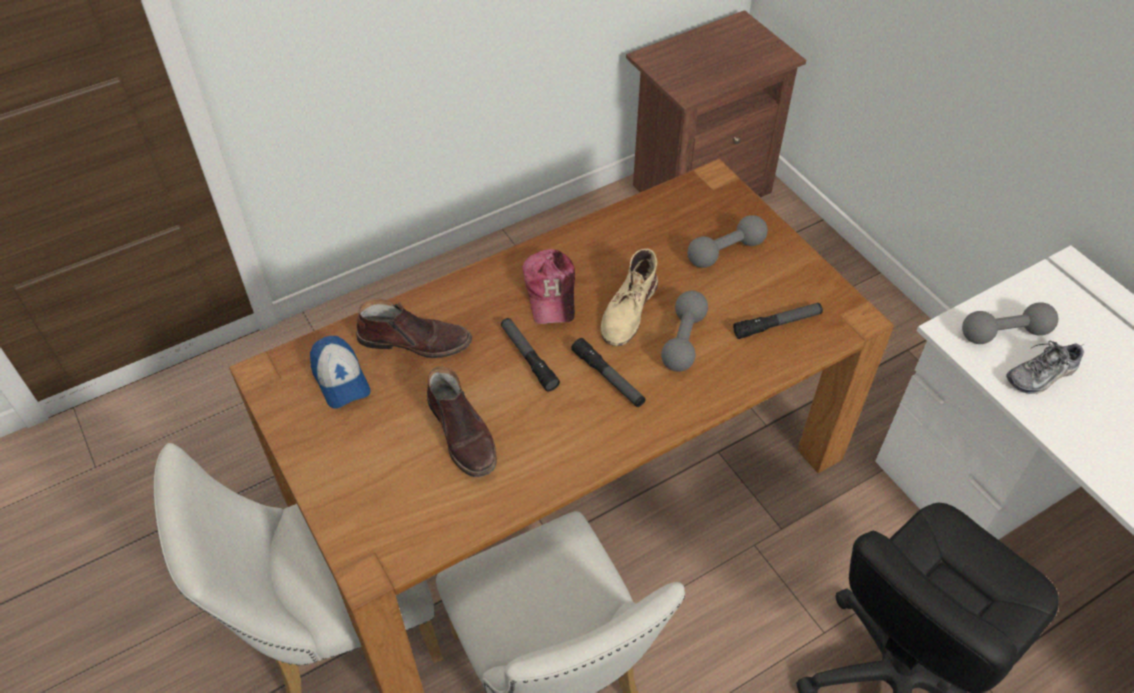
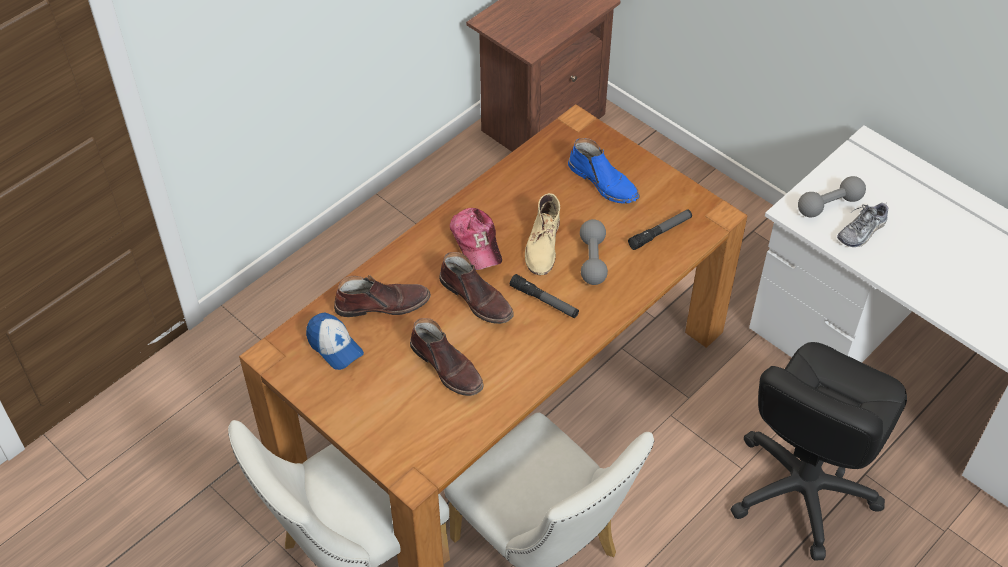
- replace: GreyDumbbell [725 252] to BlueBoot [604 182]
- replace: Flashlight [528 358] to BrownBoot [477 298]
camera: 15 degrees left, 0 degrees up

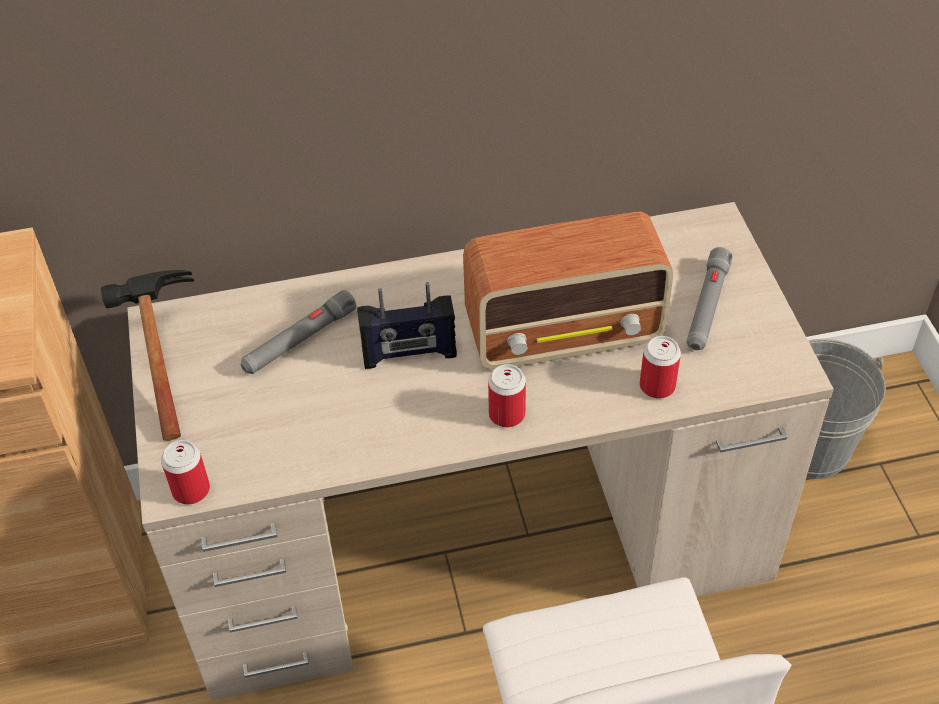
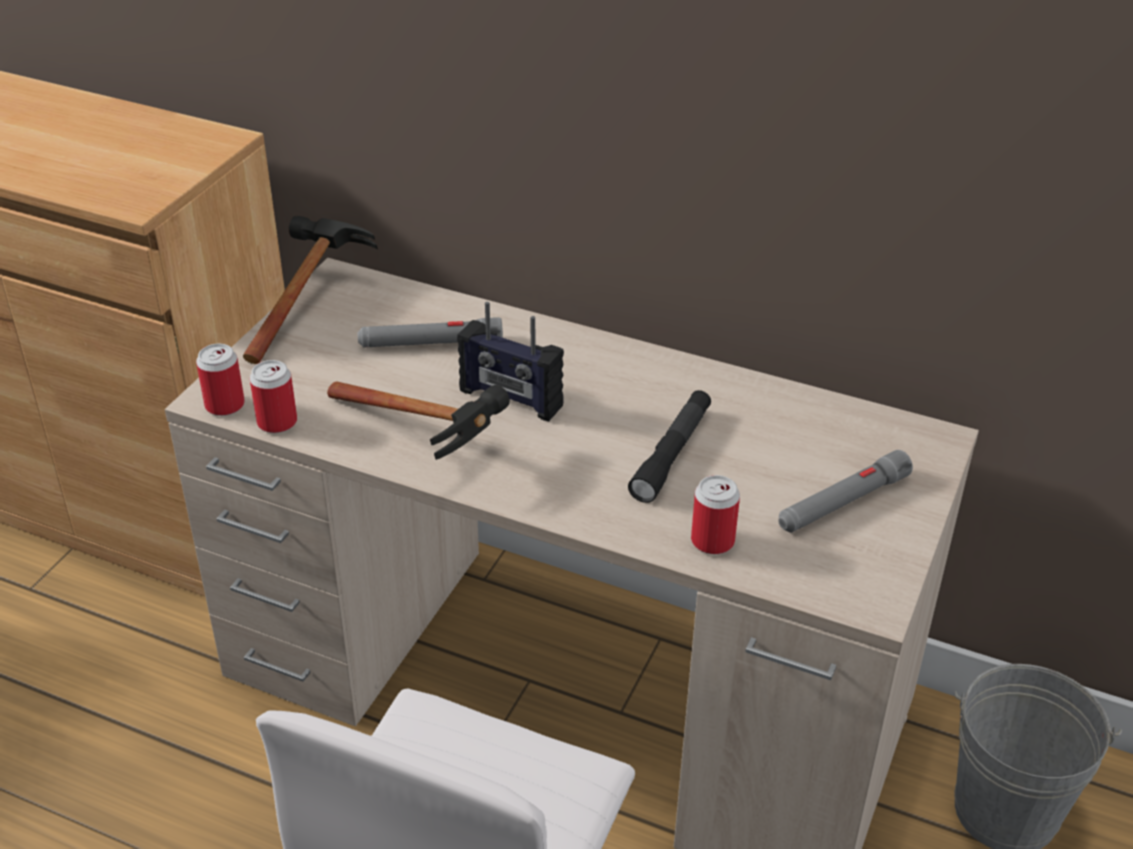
- replace: Radio [566 334] to BlackFlashlight [672 454]
- move: Can [507 414] to [277 422]
- insert: Hammer [429 442]
camera: 35 degrees right, 10 degrees down

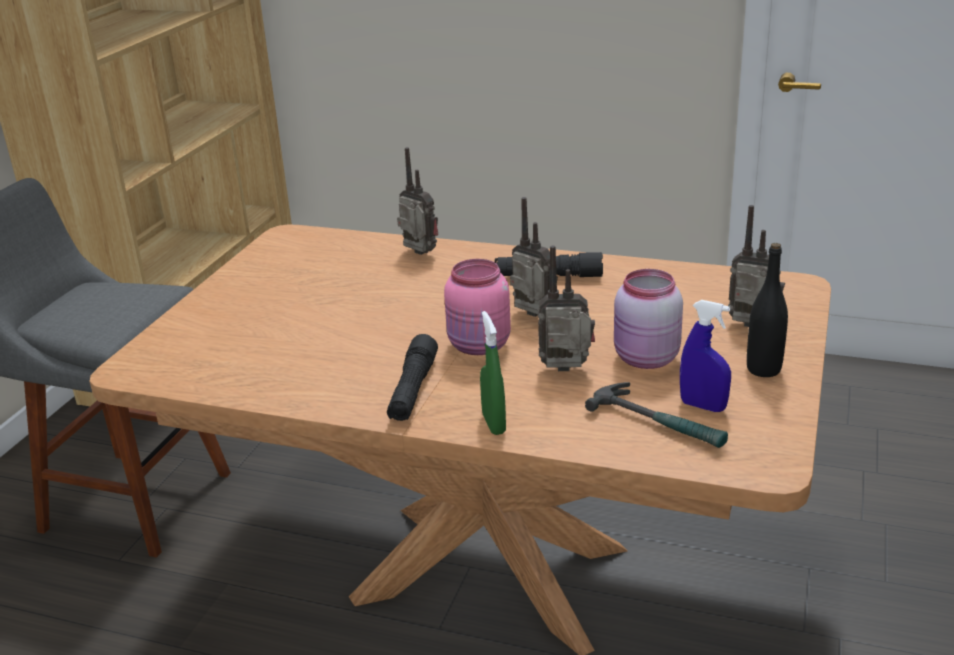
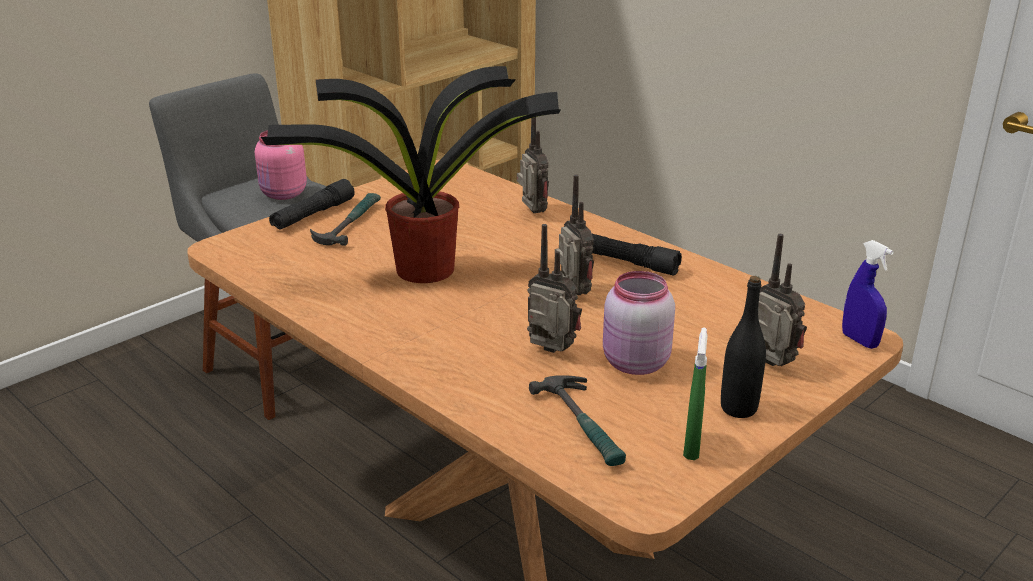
- move: PinkJar [479 346] to [283 194]
- move: BlueSprayBottle [703 406] to [859 341]
- move: GreenSprayBottle [494 424] to [692 447]
- move: BlackFlashlight [413 390] to [313 215]
- insert: PottedPlant [421 269]
- insert: Hammer [349 224]
camera: 25 degrees right, 0 degrees up

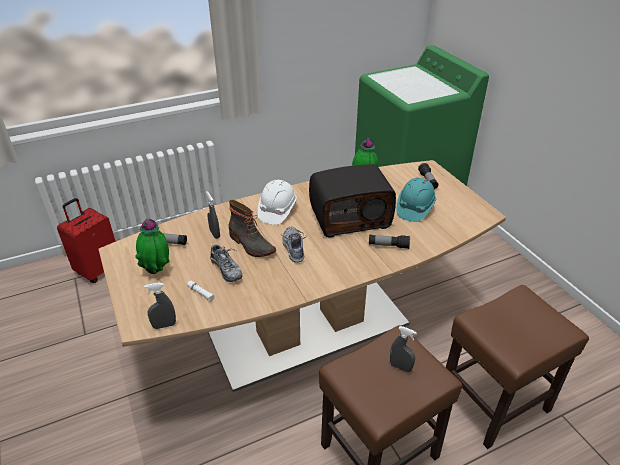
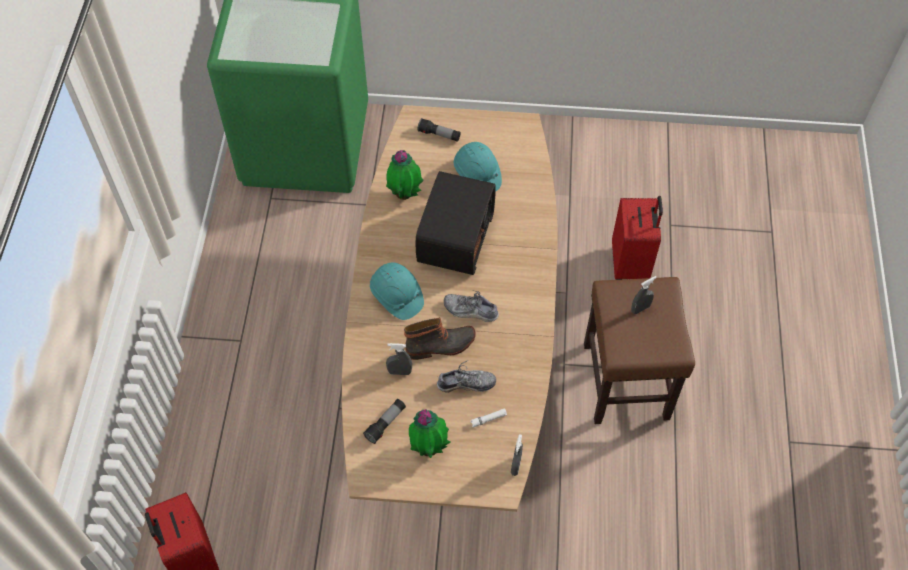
- recolor: WhiteHardHat [277 210] to TurquoiseHardHat [396 296]
- delete: Flashlight [388 245]
- replace: BrownStool [493 403] to RedSuitcase [631 265]
camera: 60 degrees left, 20 degrees up

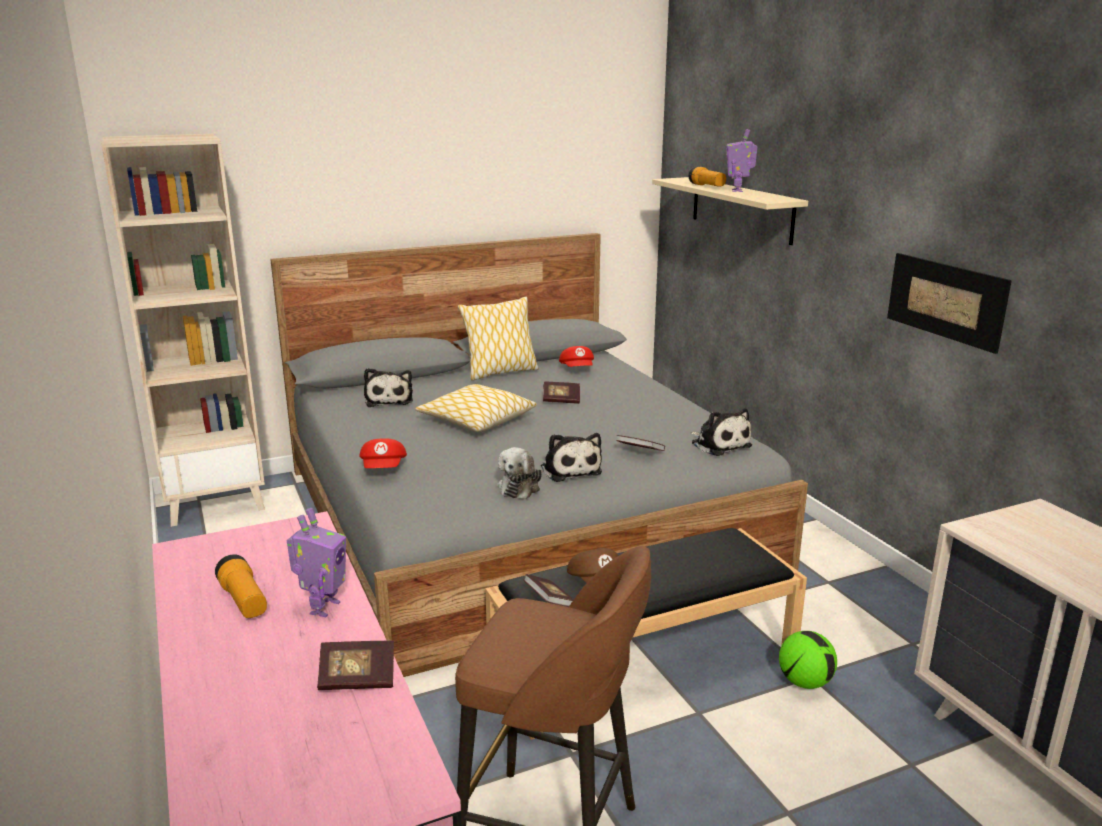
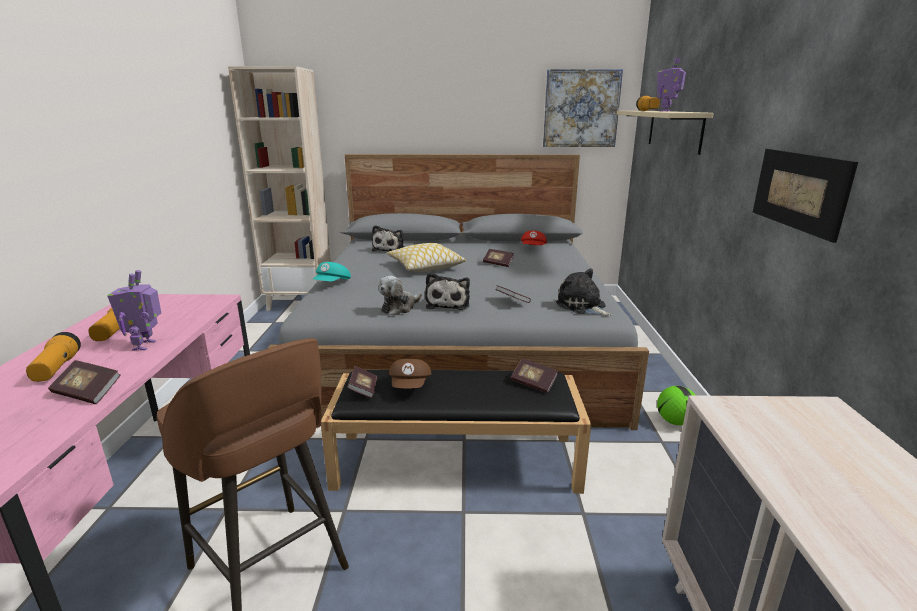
- delete: Pillow [500 372]
- rotate: PlushToy [719 444] = [582 306] 150 degrees clockwise
- recolor: RedCap [384 469] to TurquoiseCap [332 284]
- rotate: ToyRobot [323 607] = [145 345] 135 degrees clockwise
- move: Football [805 682] to [675 422]
- insert: Picture [581 108]
- insert: Flashlight [57 368]
- insert: Book [533 383]
camera: 25 degrees right, 0 degrees up

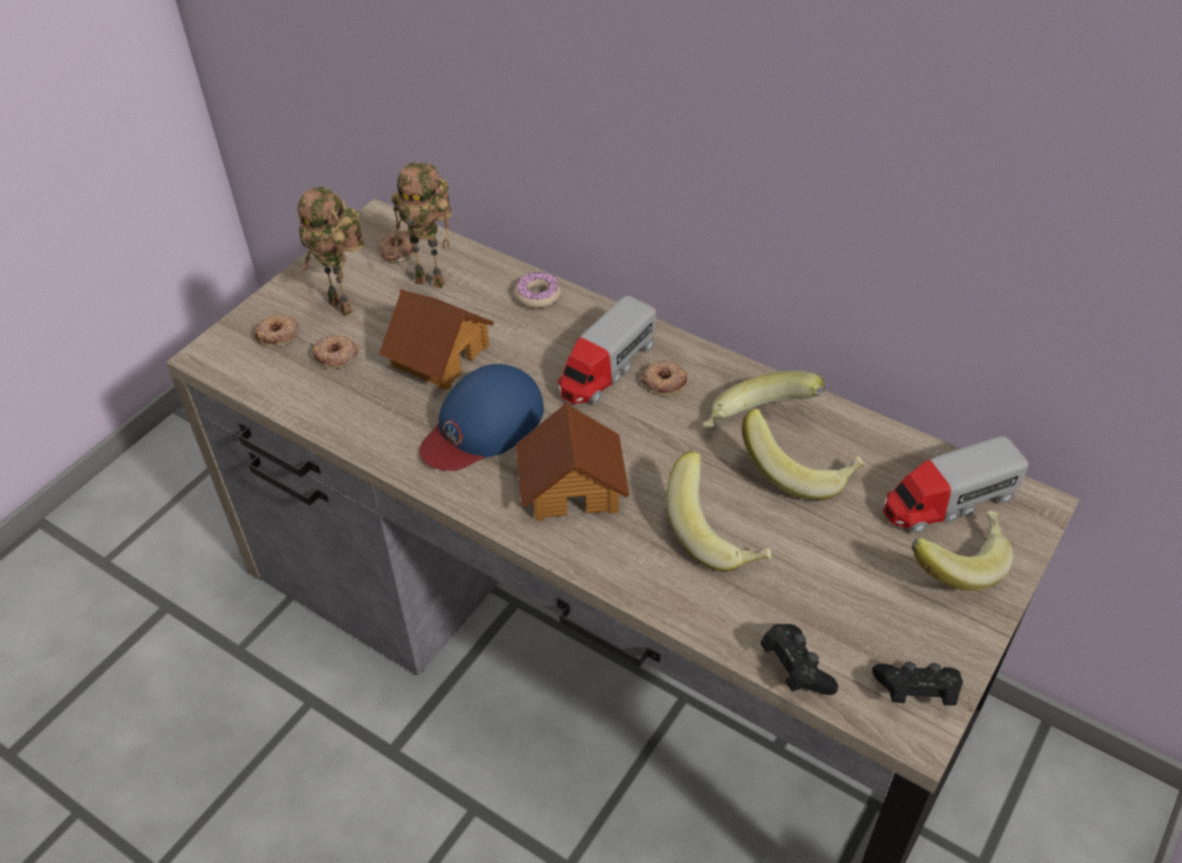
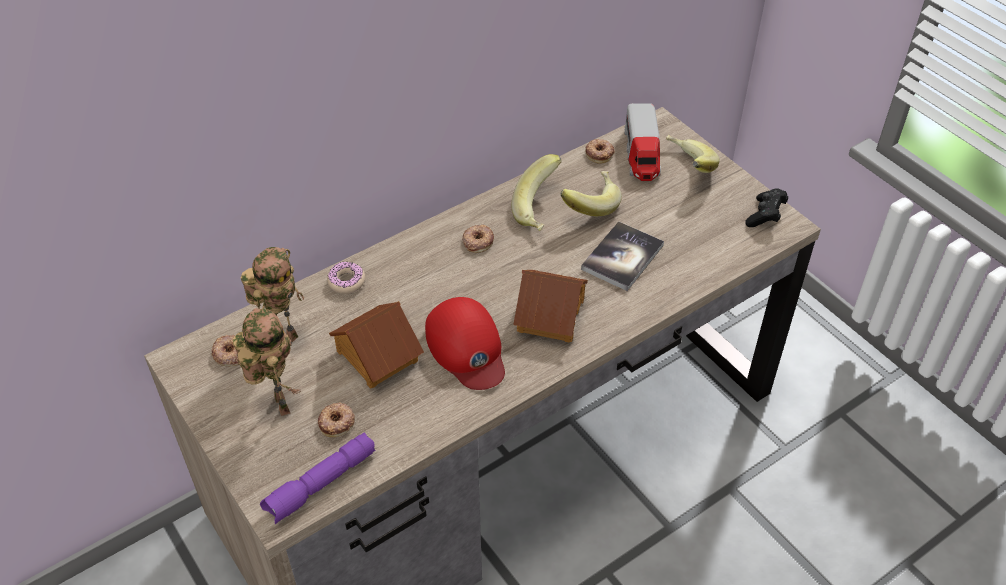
- rotate: ToyRobot [345 306] = [278 404] 90 degrees counterclockwise
- delete: ToyTruck [606 368]
- move: Donut [278 335] to [599 153]
- recolor: BlueCap [483 425] to RedCap [467 348]
- replace: Banana [718 533] to Book [622 257]
- delete: BlackGameController [795 668]
- insert: PurpleFlashlight [321 485]
camera: 70 degrees left, 0 degrees up

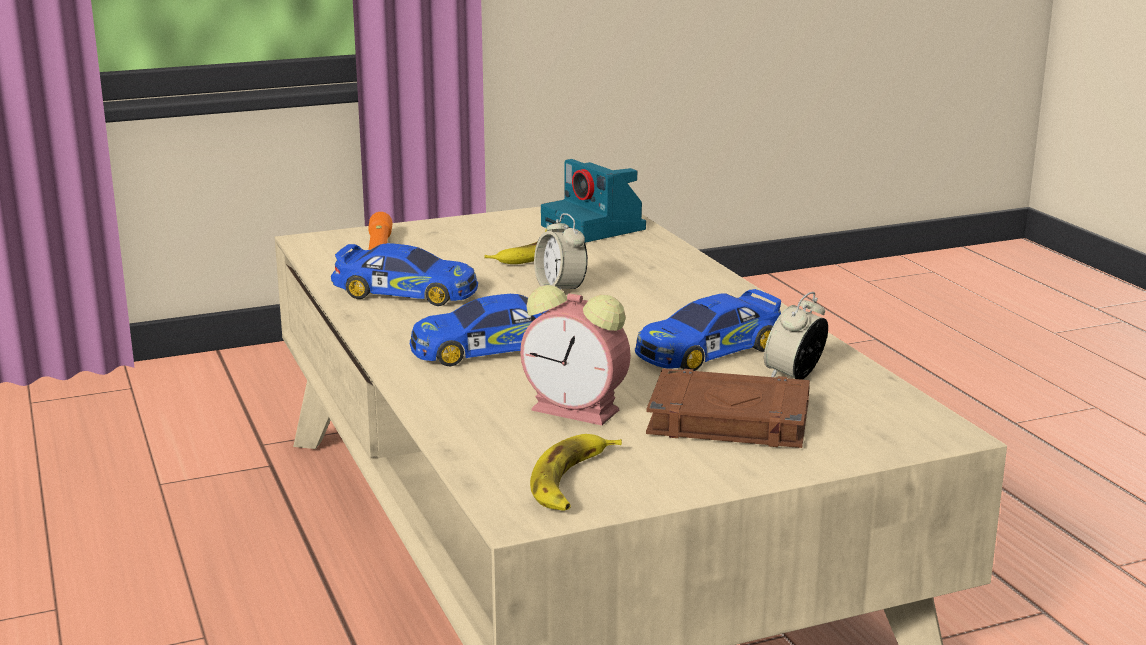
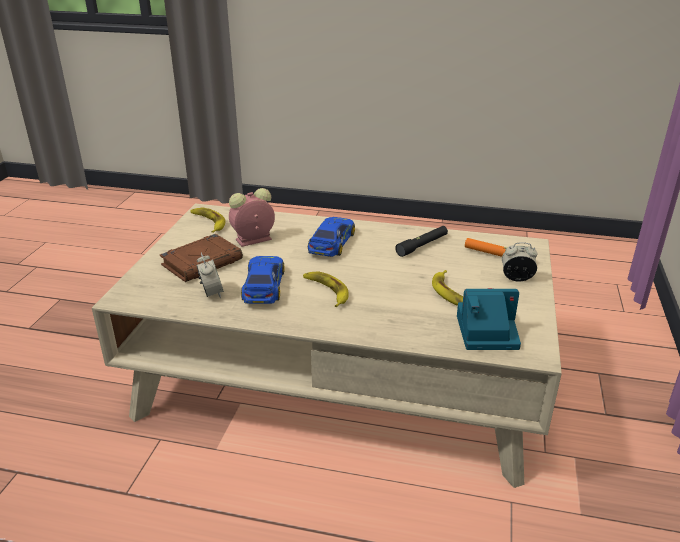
- move: AlarmClock [560 289] to [516 278]
- replace: ToyCar [406 292] to BlackFlashlight [422 245]
- insert: Banana [326 291]
camera: 125 degrees right, 10 degrees up

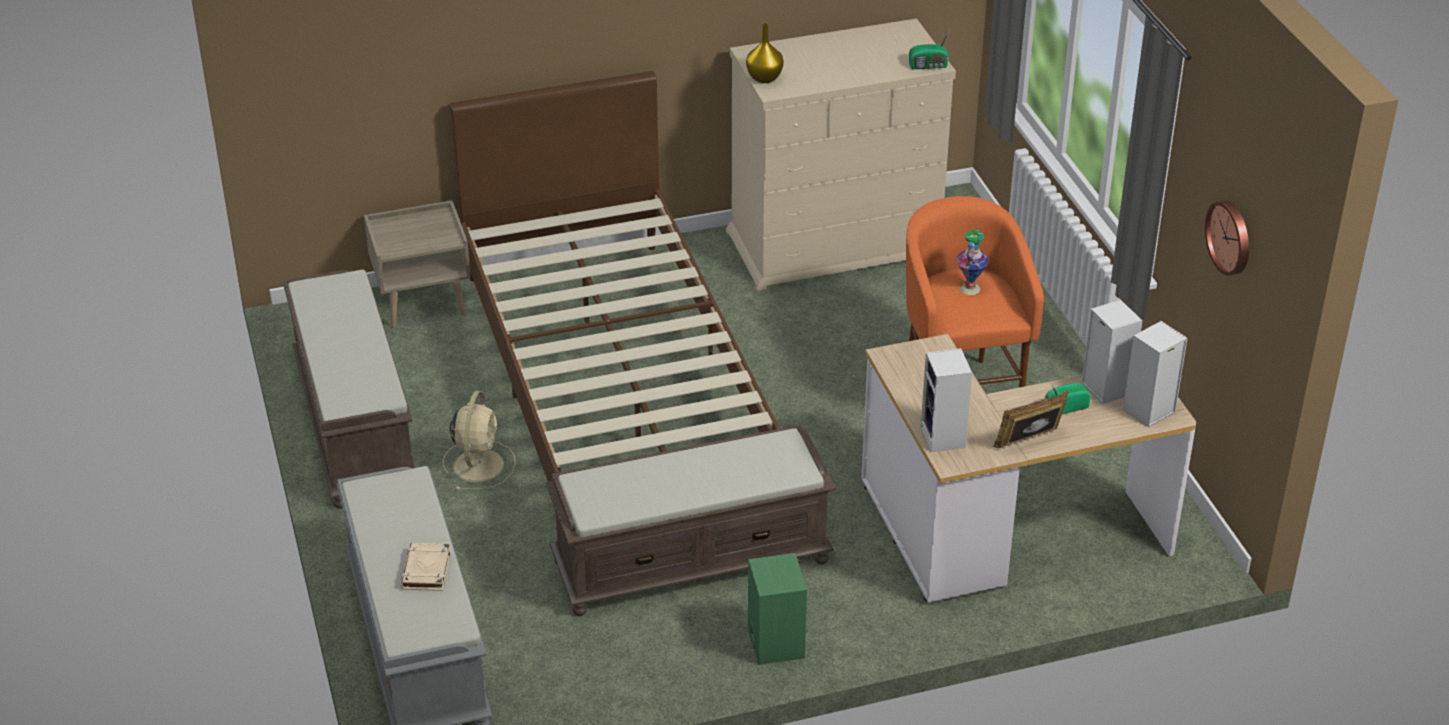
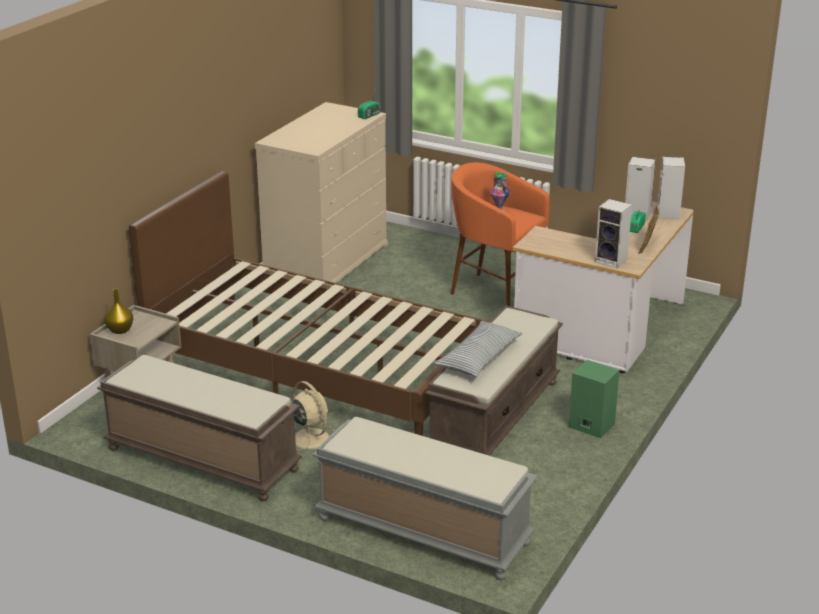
- move: YellowVase [765 77] to [120 330]
- delete: WallClock [1231 237]
- delete: BeigeBook [426 571]
- insert: Pillow [478 358]
camera: 45 degrees left, 10 degrees down

